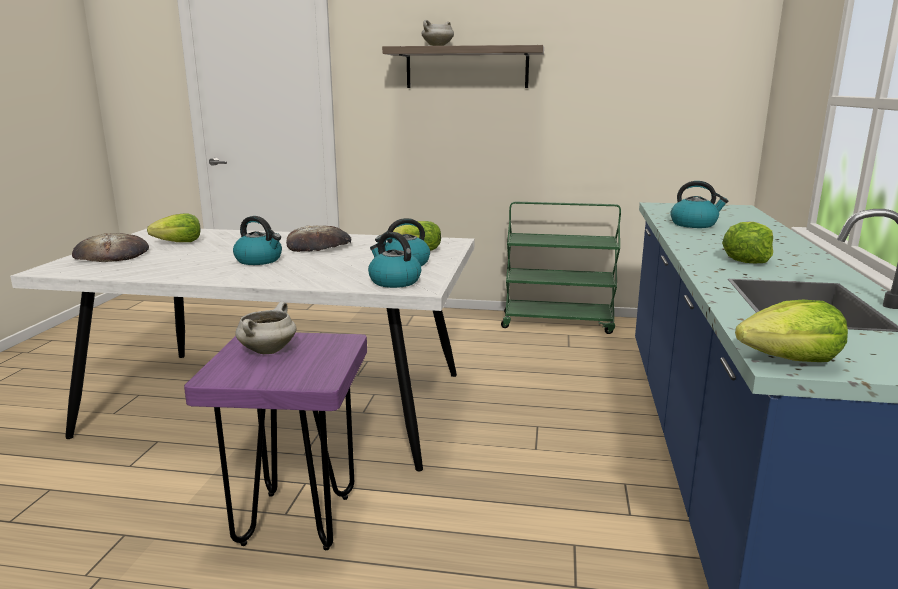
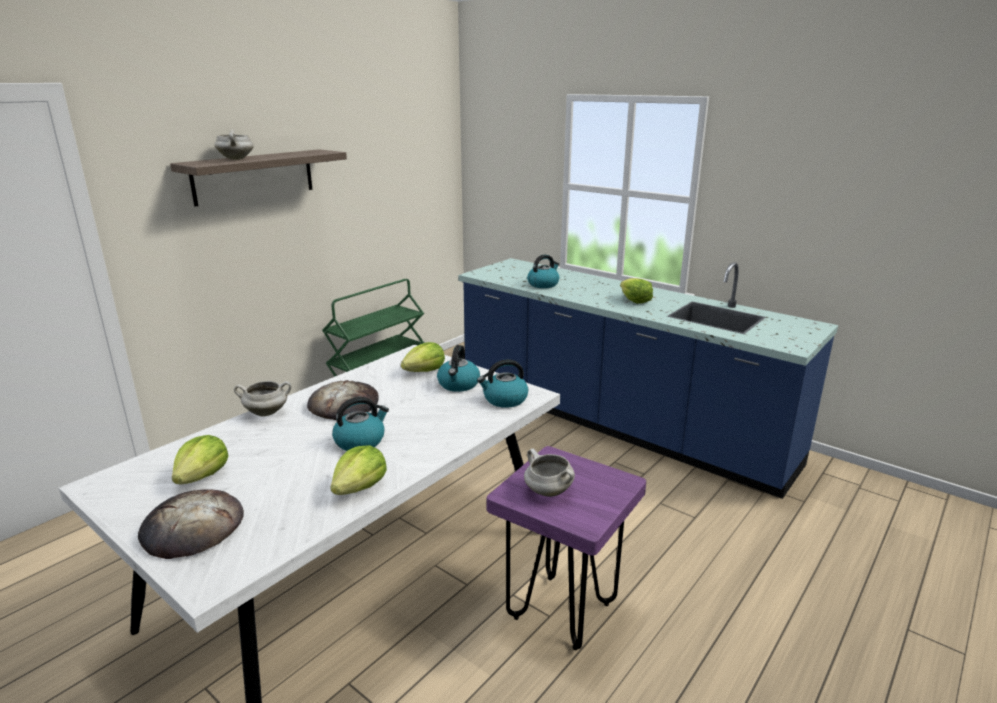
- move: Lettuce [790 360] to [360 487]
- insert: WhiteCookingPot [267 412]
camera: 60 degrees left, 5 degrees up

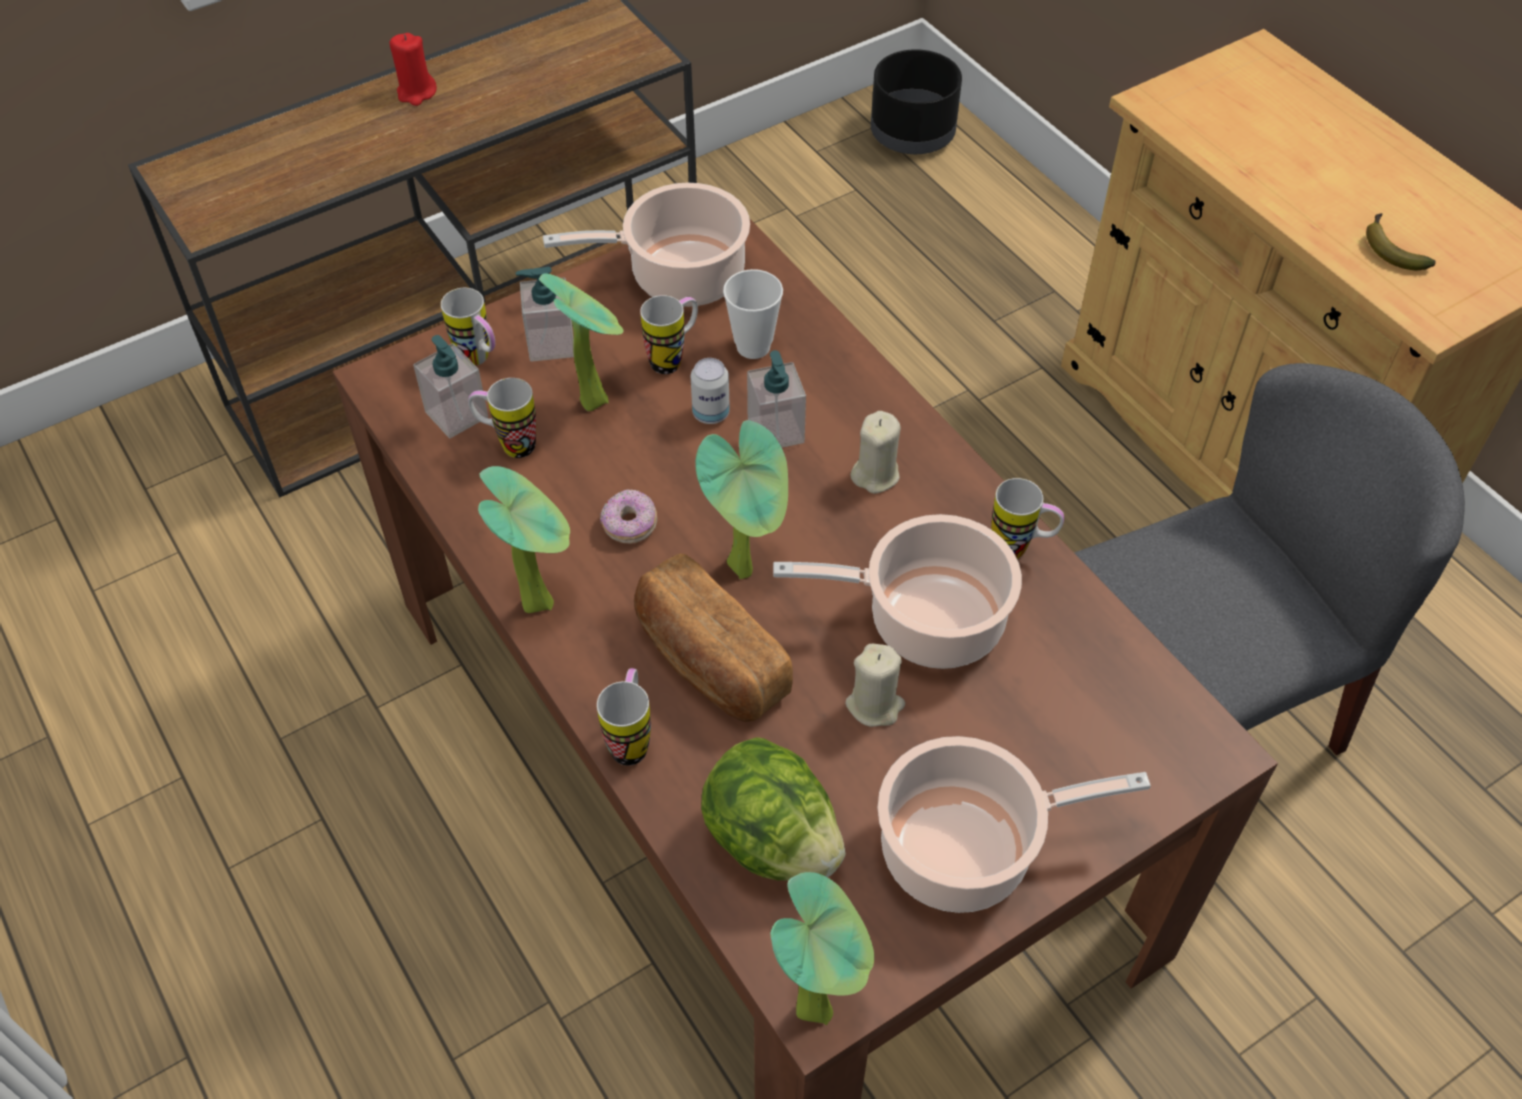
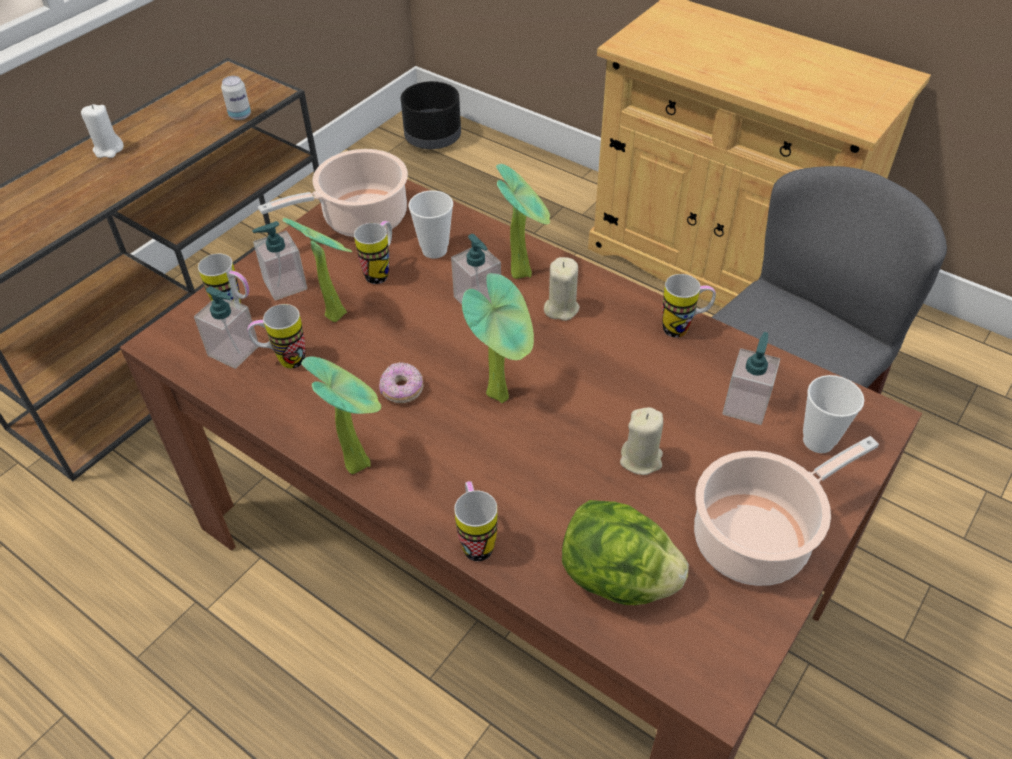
- recolor: RedCandle [416 93] to WhiteCandle [108 149]
- delete: Banana [1390 249]
- move: Can [711 413] to [240 116]
- delete: CookingPot [926 620]
- delete: Bread [709 660]
- move: PottedPlant [820 1006] to [523 271]
- insert: SoapDispenser [745 406]
- insert: Cup [818 441]
camera: 20 degrees left, 5 degrees down

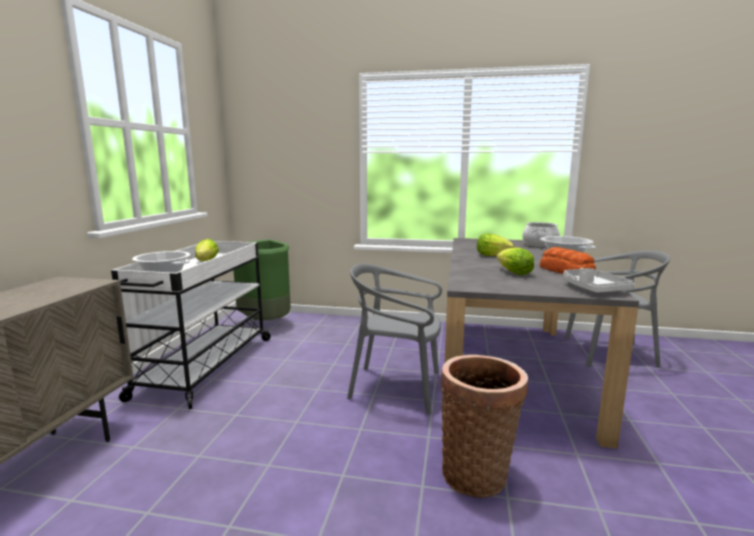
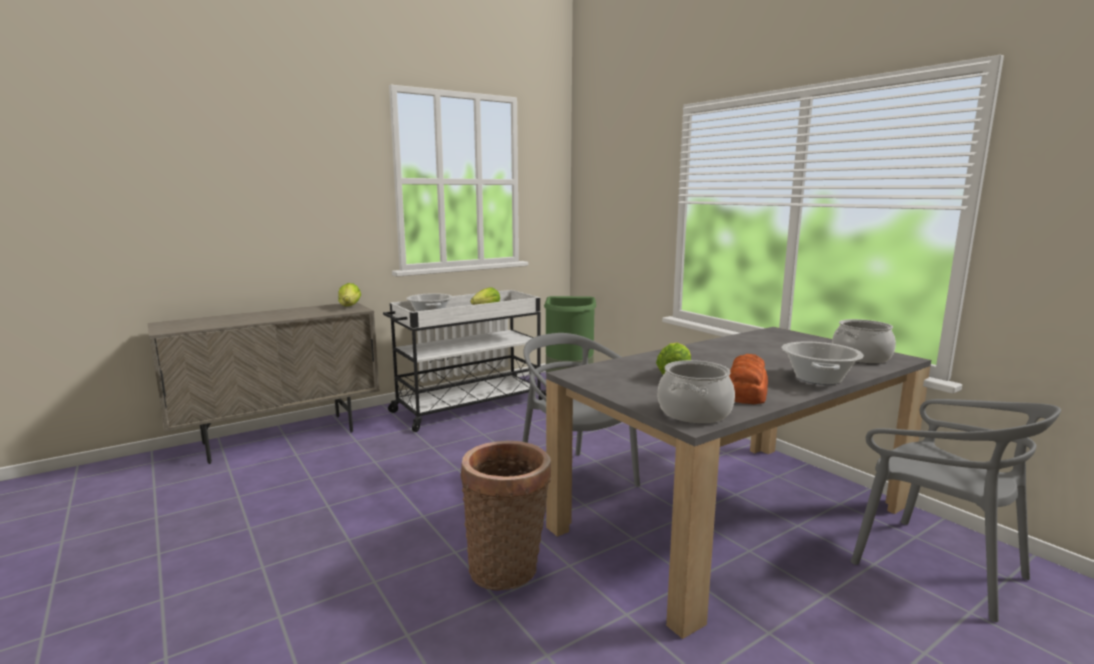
- move: Lettuce [492 255] to [350 306]
- replace: GreyTray [592 289] to CookingPot [693 412]
camera: 45 degrees right, 0 degrees up

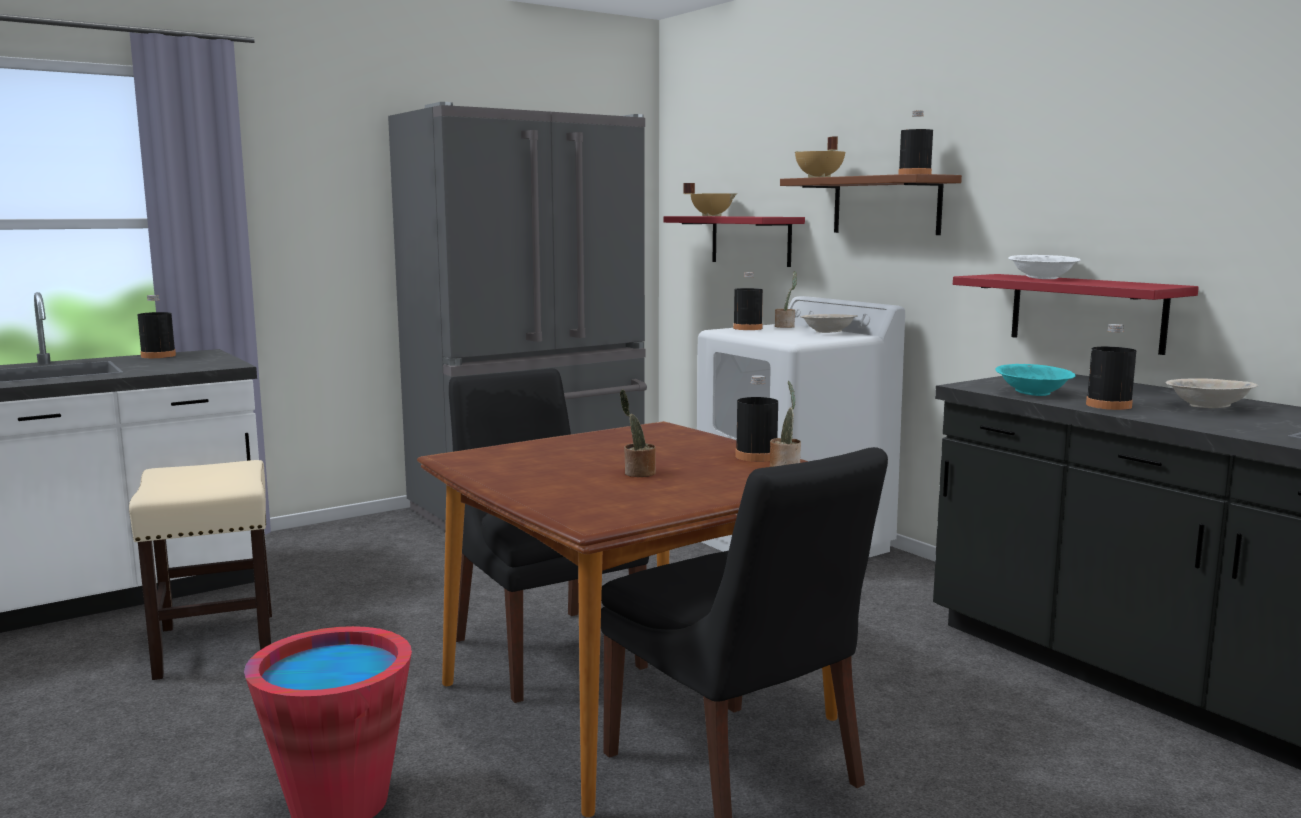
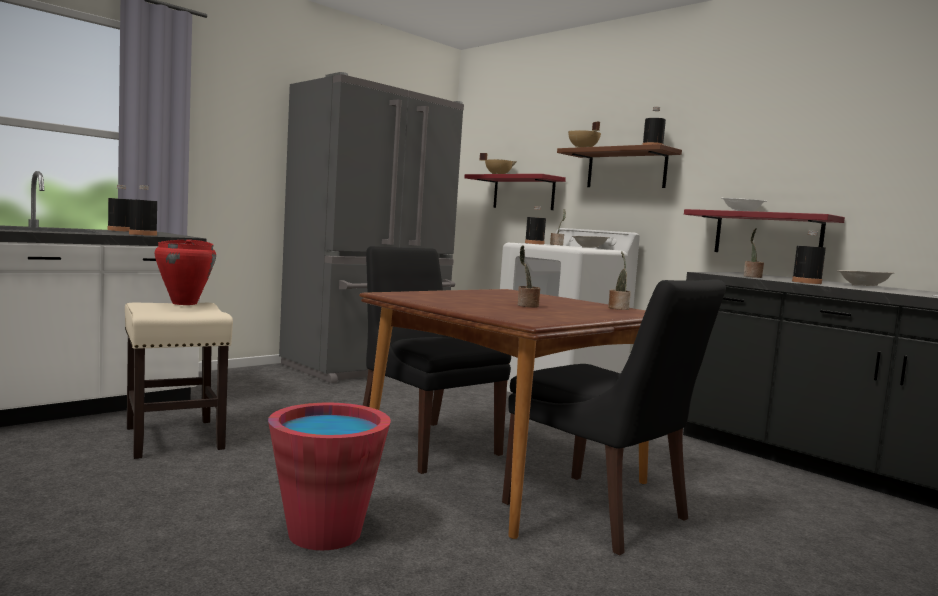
- replace: TurquoiseBowl [1033 393] to PottedPlant [752 277]
- move: BlackBottle [756 456] to [143 234]
- insert: RedCookingPot [185 303]
camera: 10 degrees left, 5 degrees down

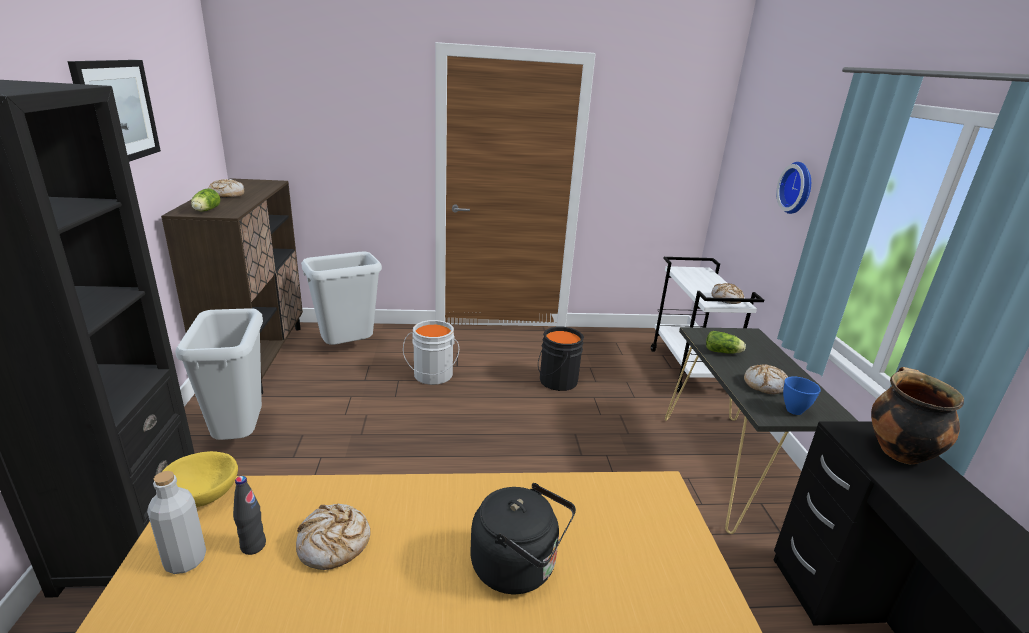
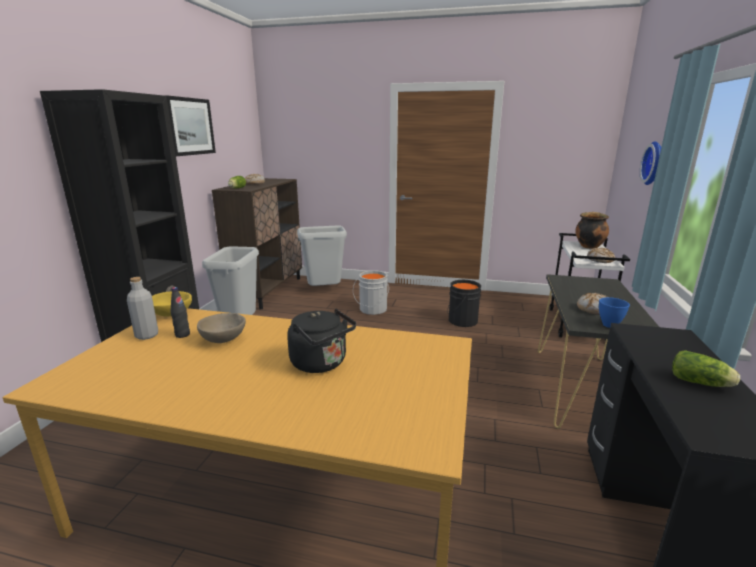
- move: Lettuce [723 352] to [701 383]
- move: CookingPot [898 451] to [589 246]
- replace: Bread [333 544] to BeigeBowl [223 339]
camera: 20 degrees right, 5 degrees down

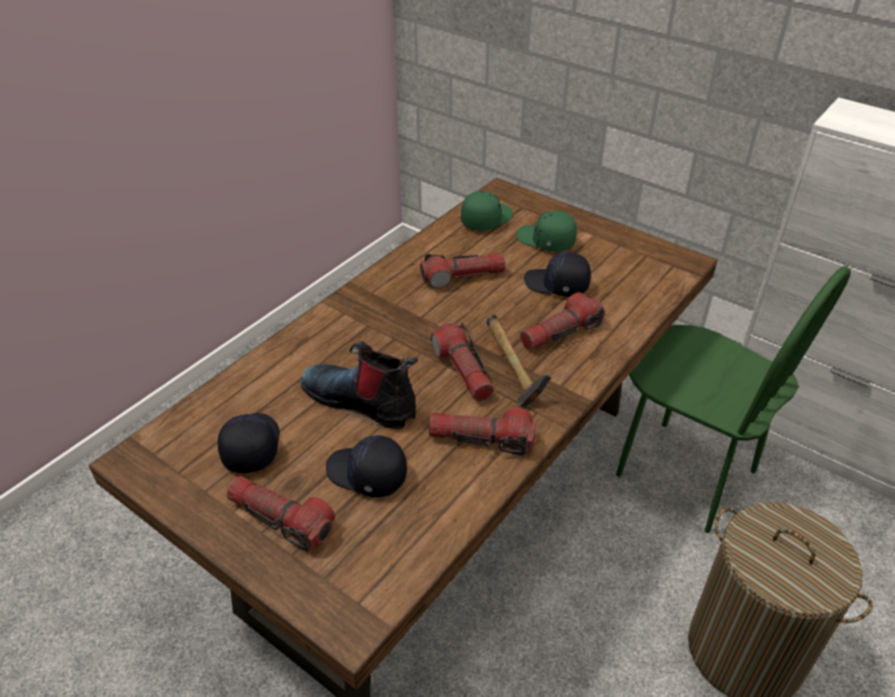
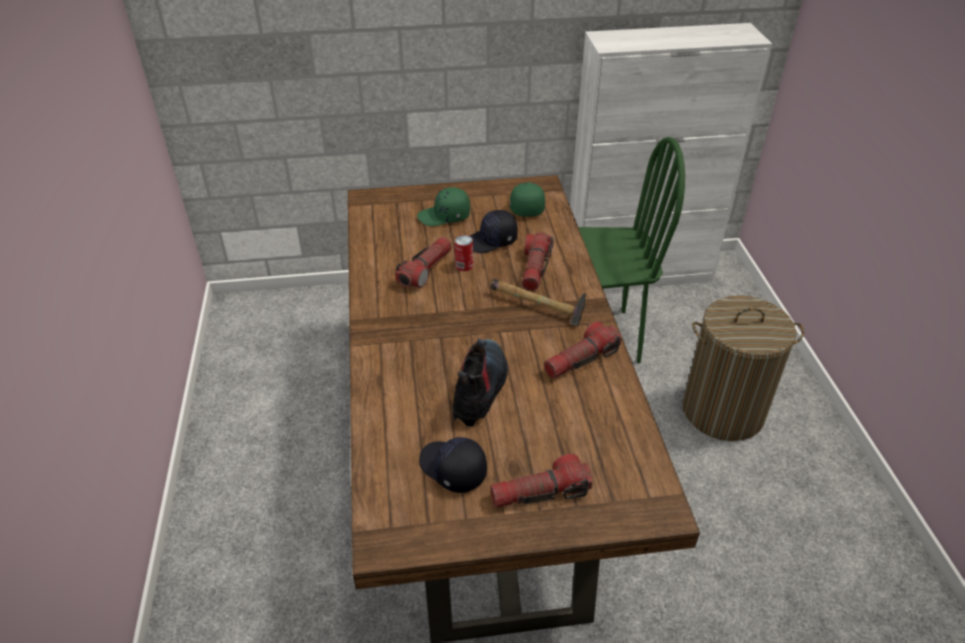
- move: GreenCap [486 219] to [525 206]
- delete: Flashlight [463 371]
- rotate: Boot [362 401] = [480 389] 120 degrees clockwise
- delete: BlackCap [366 475]
- insert: Can [464 266]
camera: 45 degrees left, 0 degrees up

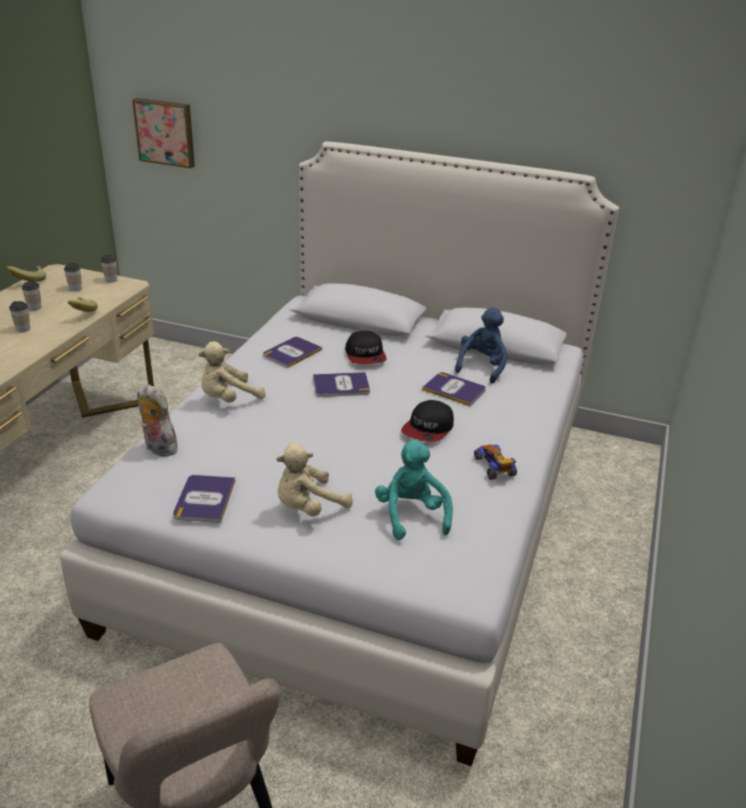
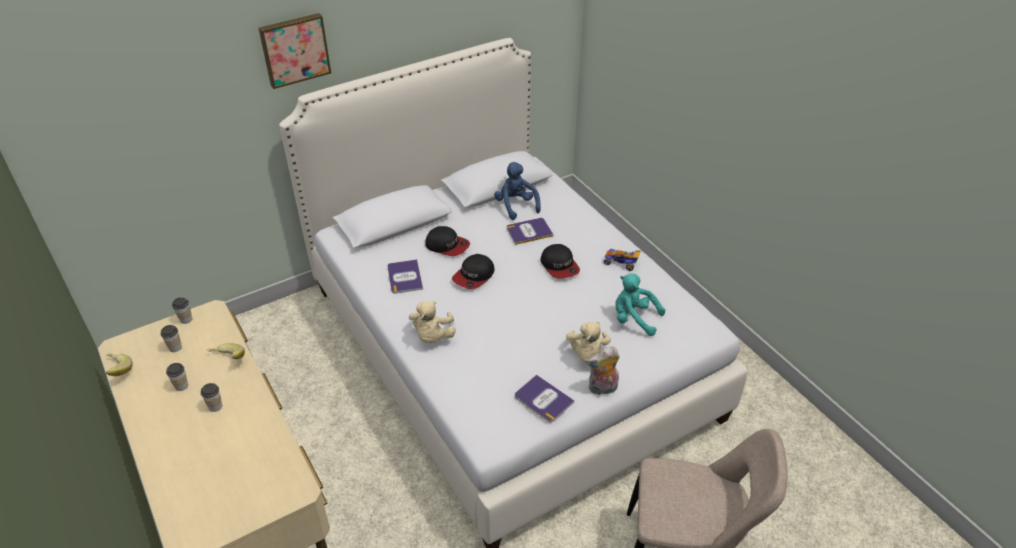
- move: Picture [165 132] to [294 49]
- replace: Book [341 385] to Cap [474 276]
- move: PlushToy [158 448] to [602 389]
camera: 50 degrees left, 10 degrees up

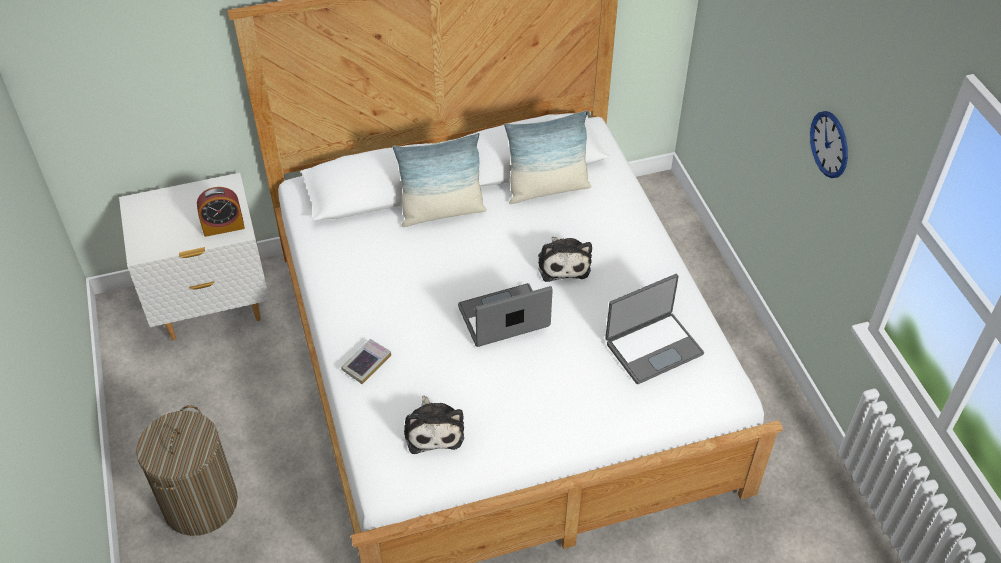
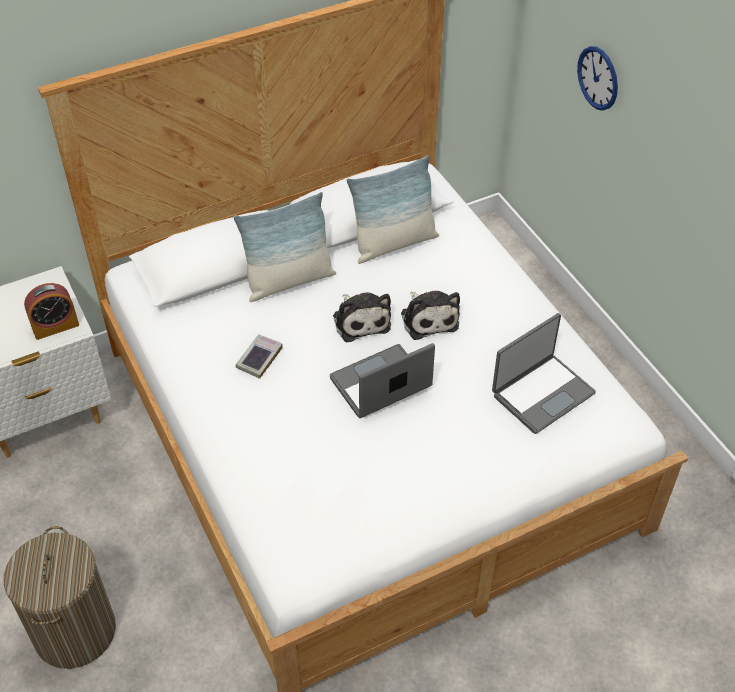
- move: WallClock [829 144] to [598 78]
- move: Book [366 363] to [259 358]
- move: PlushToy [433 429] to [360 320]
camera: 10 degrees left, 0 degrees up

